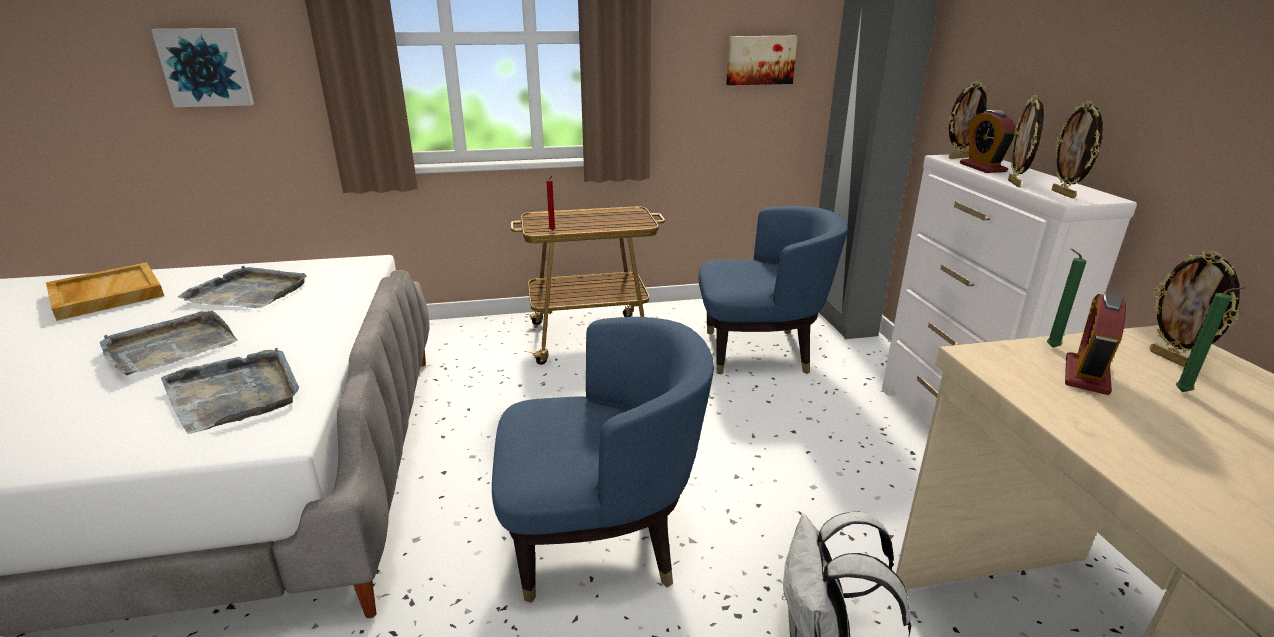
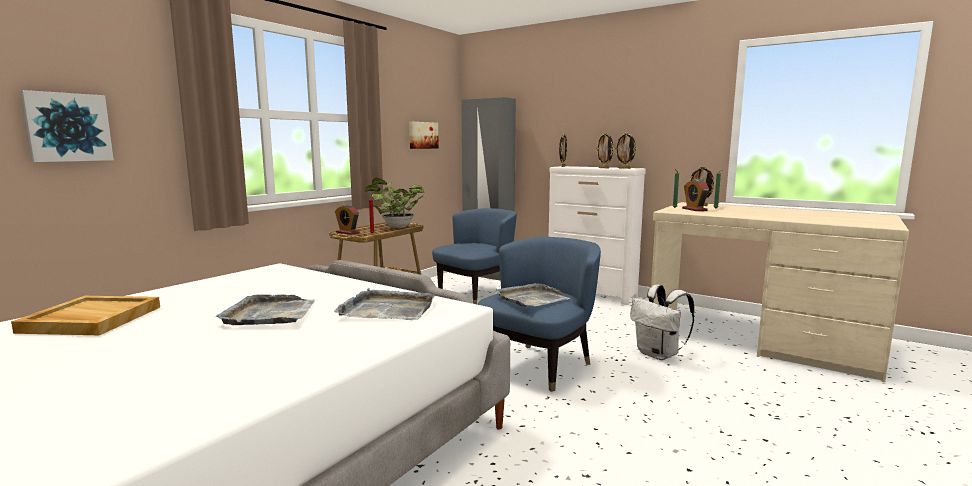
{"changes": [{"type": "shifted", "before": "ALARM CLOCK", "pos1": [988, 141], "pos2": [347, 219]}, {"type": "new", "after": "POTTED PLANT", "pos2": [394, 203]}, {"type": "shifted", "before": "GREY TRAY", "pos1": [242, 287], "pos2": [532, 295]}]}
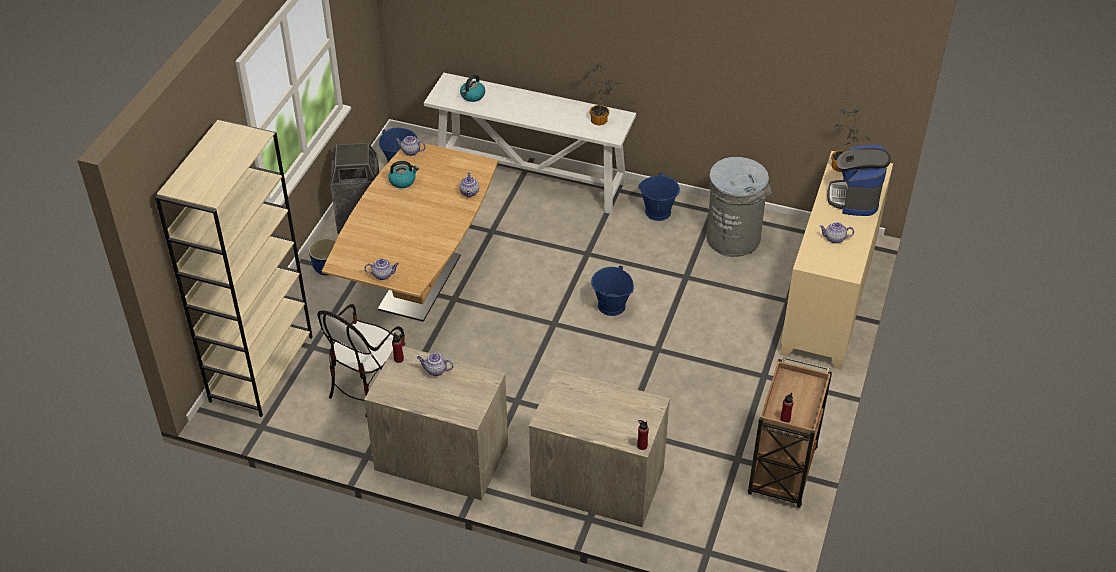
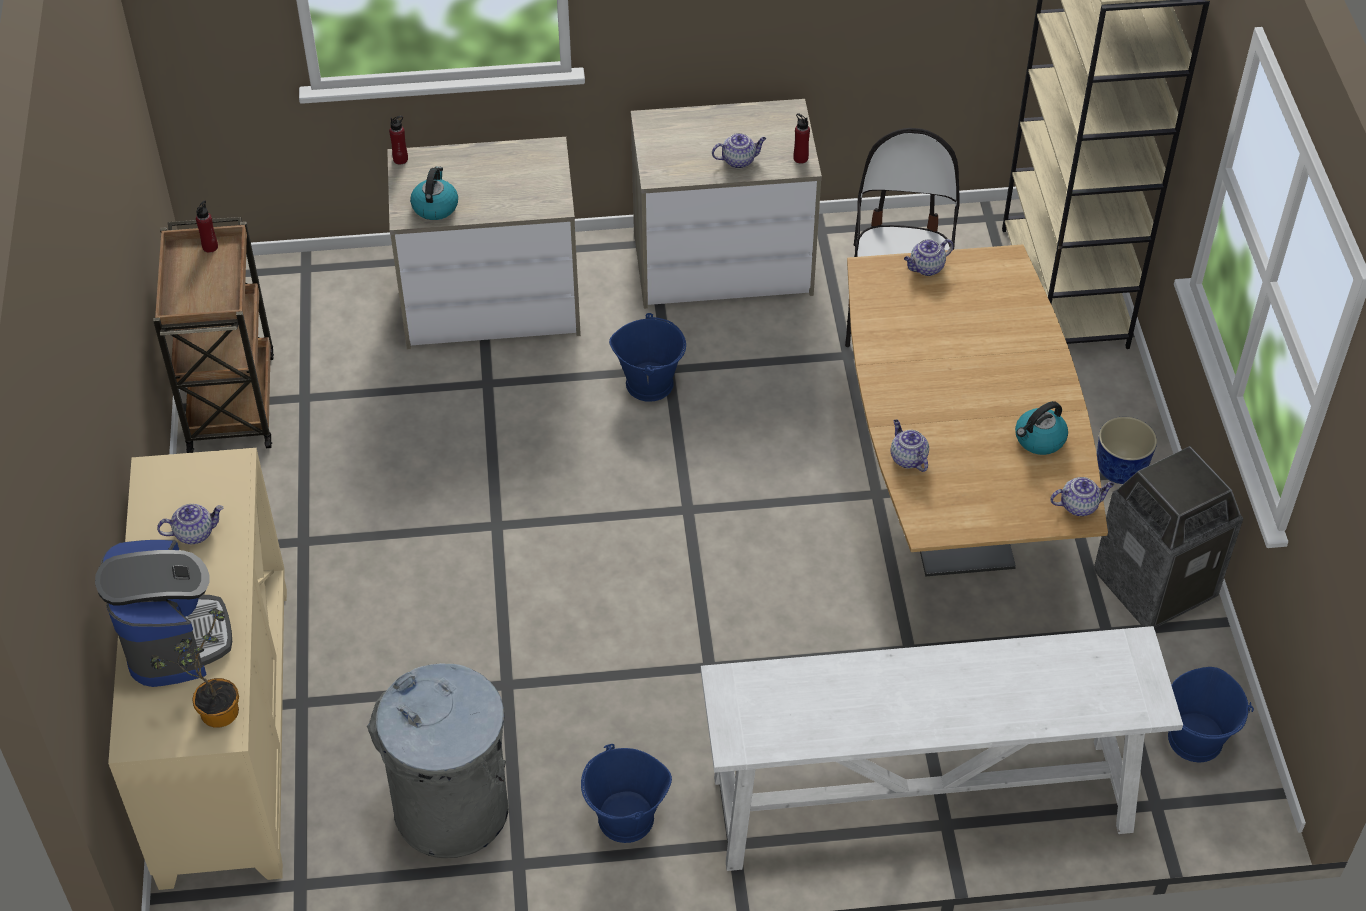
{"changes": [{"type": "shifted", "before": "KETTLE", "pos1": [472, 88], "pos2": [434, 193]}, {"type": "shifted", "before": "BLUE BUCKET", "pos1": [612, 291], "pos2": [647, 357]}, {"type": "gone", "before": "POTTED PLANT", "pos1": [605, 94]}]}
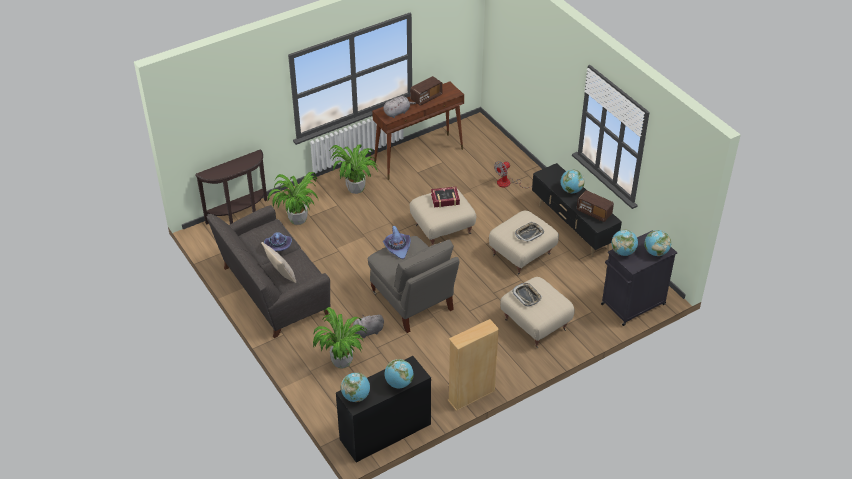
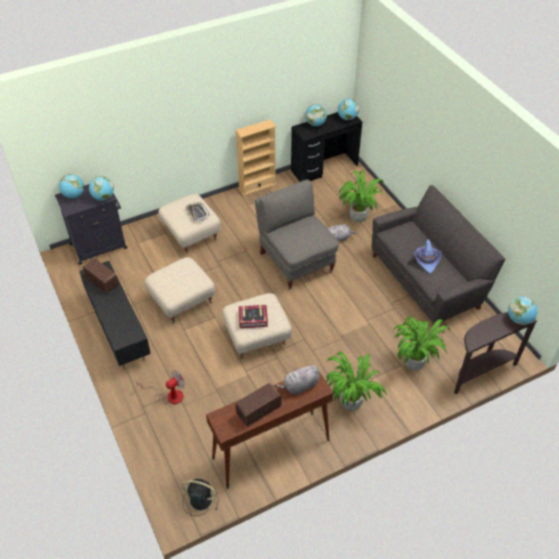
{"changes": [{"type": "new", "after": "BLACK FAN", "pos2": [200, 497]}, {"type": "shifted", "before": "GLOBE", "pos1": [573, 181], "pos2": [523, 311]}, {"type": "gone", "before": "BEIGE PILLOW", "pos1": [278, 262]}, {"type": "gone", "before": "PURPLE HAT", "pos1": [397, 242]}, {"type": "gone", "before": "TRAY", "pos1": [529, 232]}]}
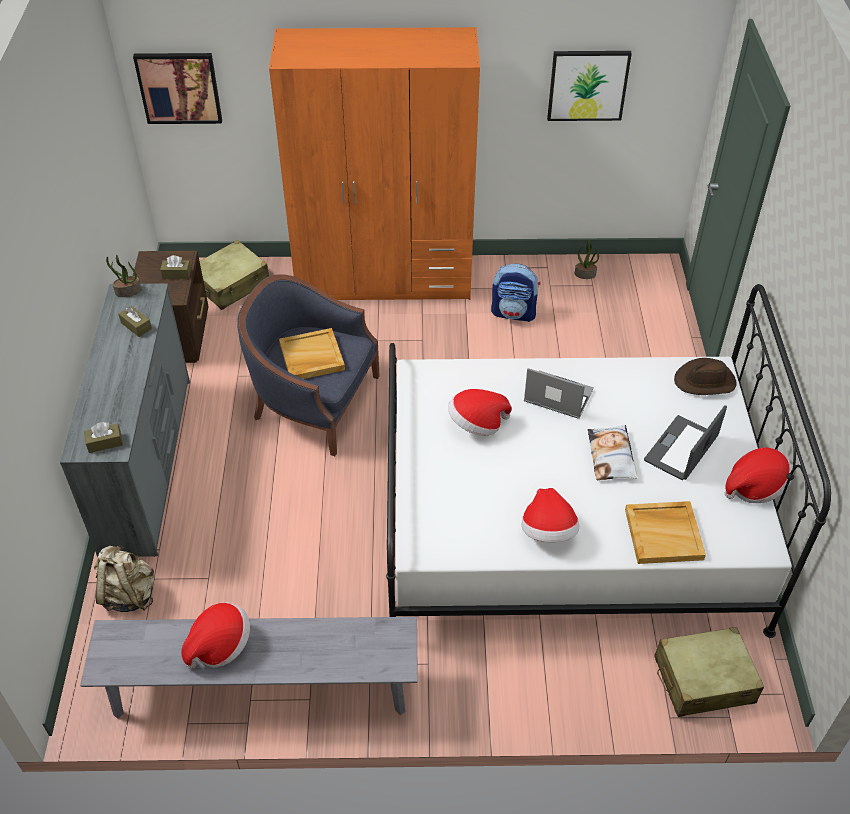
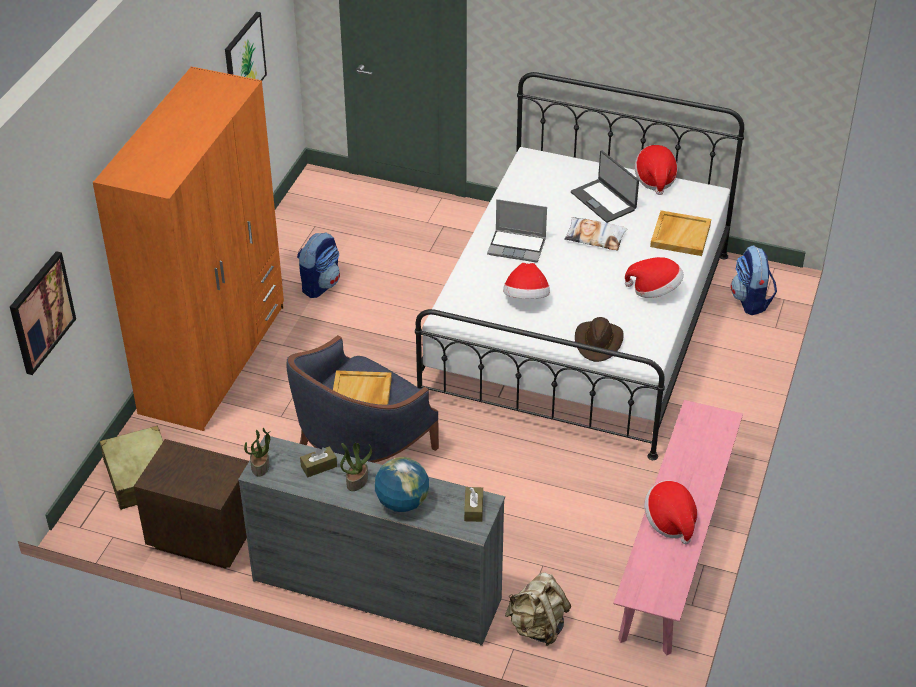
{"changes": [{"type": "shifted", "before": "POTTED PLANT", "pos1": [587, 259], "pos2": [356, 467]}, {"type": "new", "after": "GLOBE", "pos2": [402, 484]}, {"type": "rotated", "before": "LAPTOP", "pos1": [559, 393], "pos2": [517, 230], "turn": -120}, {"type": "shifted", "before": "BROWN HAT", "pos1": [705, 376], "pos2": [599, 339]}, {"type": "repainted", "before": "GREY BENCH", "after": "PINK BENCH", "pos1": [249, 668], "pos2": [678, 527]}, {"type": "swapped", "before": "BEIGE SUITCASE", "after": "BACKPACK", "pos1": [709, 672], "pos2": [754, 280]}, {"type": "gone", "before": "BROWN TISSUE BOX", "pos1": [175, 267]}]}
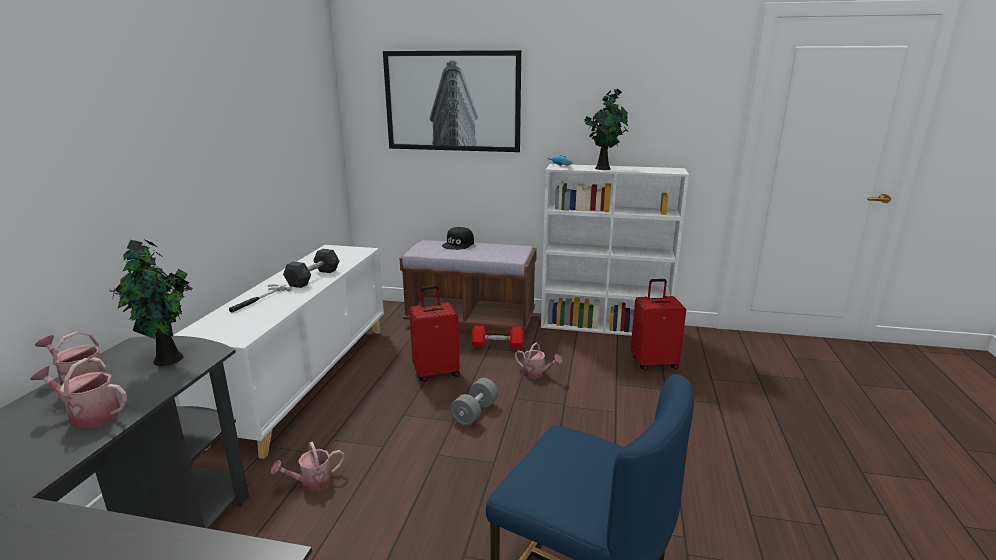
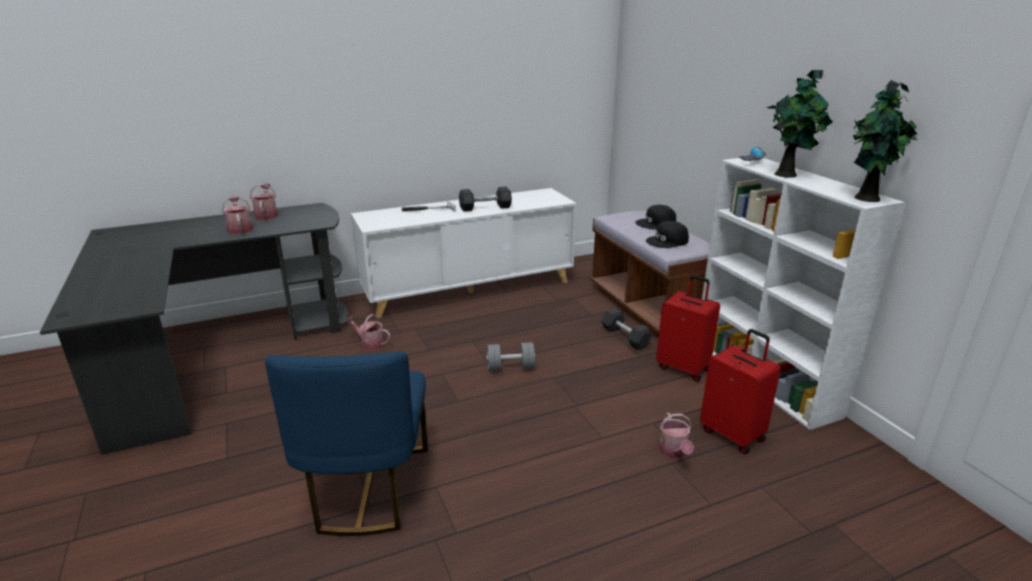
{"changes": [{"type": "repainted", "before": "RED DUMBBELL", "after": "GREY DUMBBELL", "pos1": [497, 337], "pos2": [626, 329]}, {"type": "new", "after": "BLACK CAP", "pos2": [667, 234]}, {"type": "shifted", "before": "RED SUITCASE", "pos1": [434, 334], "pos2": [688, 328]}, {"type": "shifted", "before": "WATERING CAN", "pos1": [538, 360], "pos2": [676, 435]}, {"type": "shifted", "before": "POTTED PLANT", "pos1": [151, 303], "pos2": [885, 141]}, {"type": "gone", "before": "PICTURE", "pos1": [452, 101]}]}
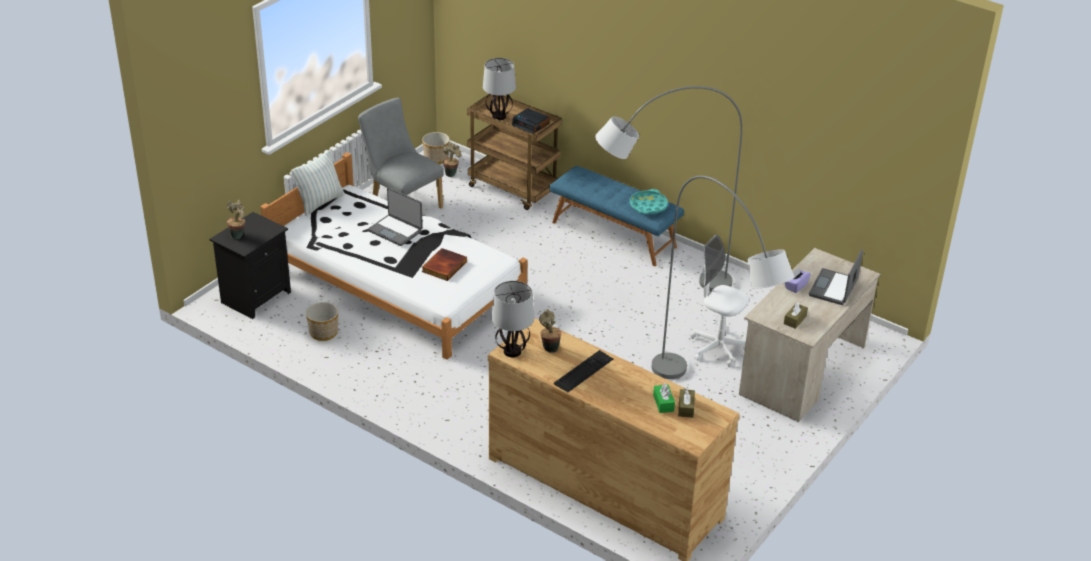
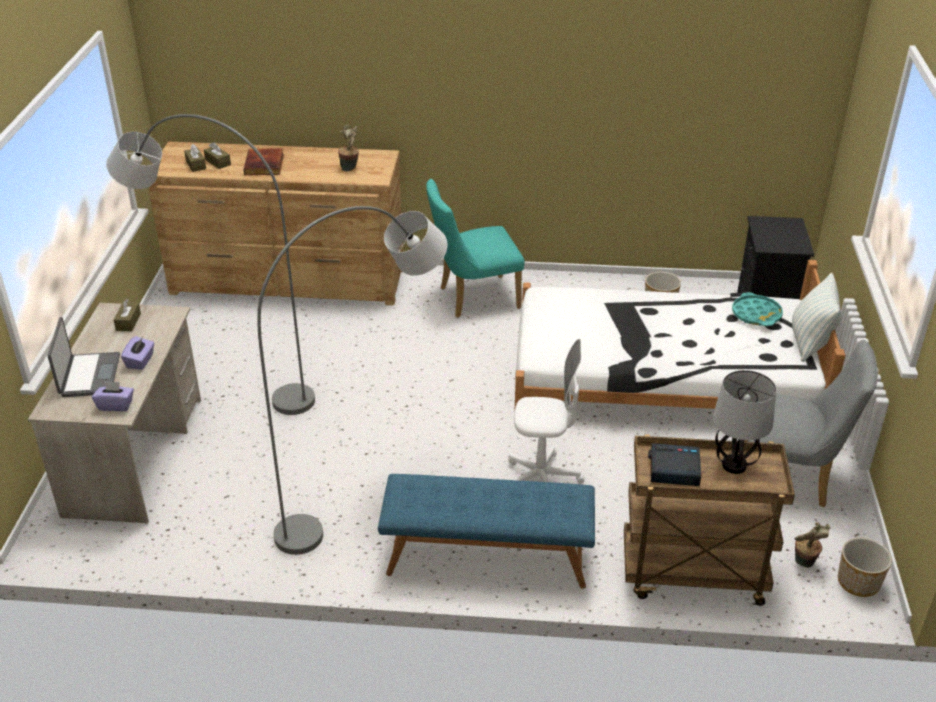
{"changes": [{"type": "new", "after": "PURPLE TISSUE BOX", "pos2": [113, 396]}, {"type": "repainted", "before": "GREEN TISSUE BOX", "after": "BROWN TISSUE BOX", "pos1": [664, 398], "pos2": [217, 155]}, {"type": "shifted", "before": "BOOK", "pos1": [444, 264], "pos2": [264, 161]}, {"type": "new", "after": "TURQUOISE CHAIR", "pos2": [475, 248]}, {"type": "shifted", "before": "WHITE OFFICE CHAIR", "pos1": [719, 301], "pos2": [546, 411]}, {"type": "shifted", "before": "TURQUOISE TRAY", "pos1": [649, 201], "pos2": [757, 309]}, {"type": "gone", "before": "POTTED PLANT", "pos1": [236, 219]}, {"type": "gone", "before": "LAPTOP", "pos1": [395, 217]}, {"type": "gone", "before": "TABLE LAMP", "pos1": [513, 319]}, {"type": "gone", "before": "KEYBOARD", "pos1": [583, 371]}]}
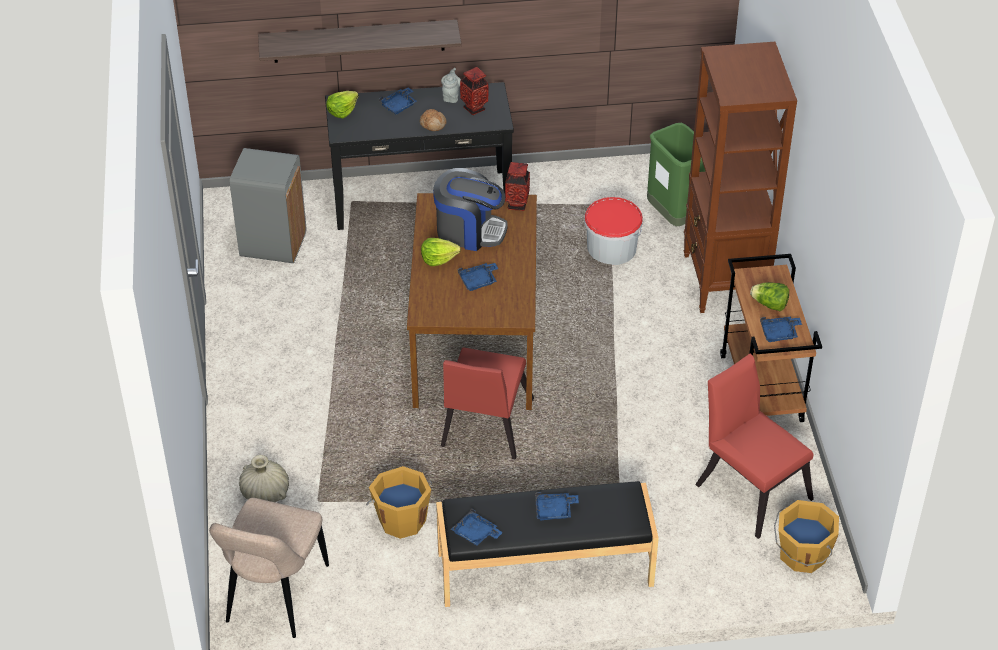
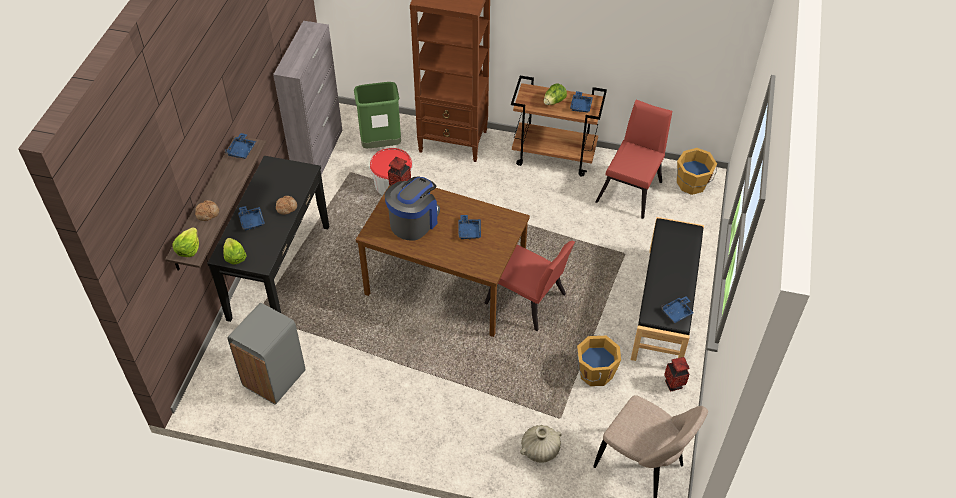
{"changes": [{"type": "shifted", "before": "LETTUCE", "pos1": [441, 252], "pos2": [185, 242]}, {"type": "new", "after": "BREAD", "pos2": [207, 210]}, {"type": "shifted", "before": "BLUE TRAY", "pos1": [557, 506], "pos2": [240, 146]}, {"type": "new", "after": "GREY CABINET", "pos2": [307, 98]}, {"type": "rotated", "before": "RED CHAIR", "pos1": [754, 446], "pos2": [634, 159], "turn": 135}, {"type": "shifted", "before": "VASE", "pos1": [474, 91], "pos2": [677, 374]}, {"type": "gone", "before": "GREY TEAPOT", "pos1": [451, 85]}]}
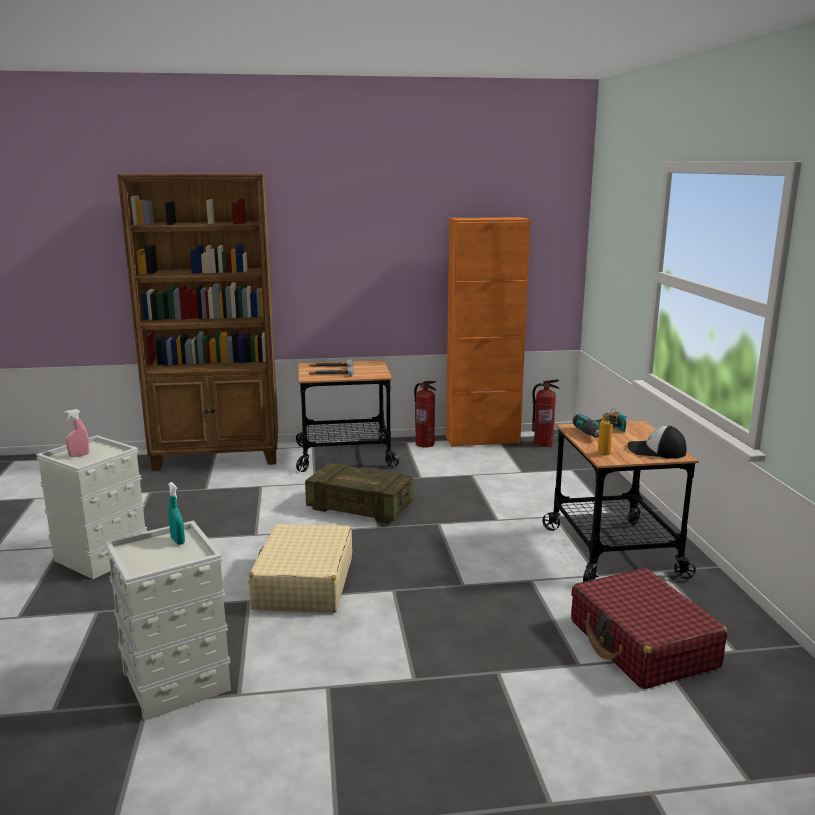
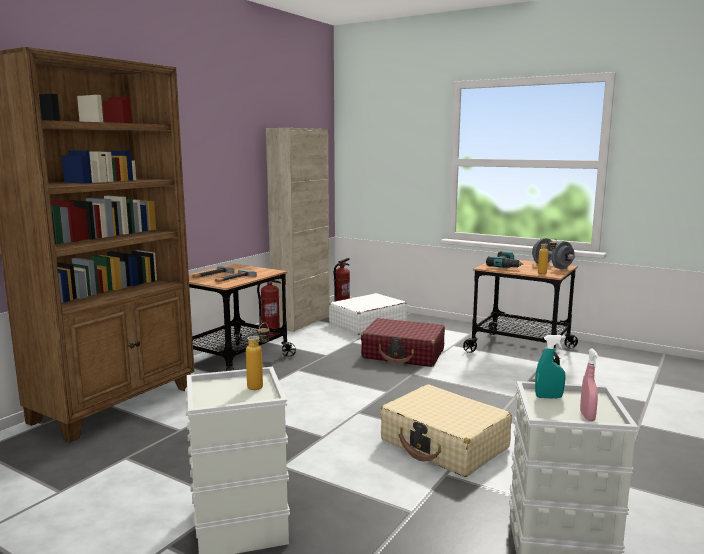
{"changes": [{"type": "new", "after": "BOTTLE", "pos2": [258, 356]}, {"type": "repainted", "before": "ORANGE CABINET", "after": "BEIGE CABINET", "pos1": [488, 332], "pos2": [298, 230]}, {"type": "new", "after": "WHITE SUITCASE", "pos2": [368, 314]}, {"type": "shifted", "before": "RED SUITCASE", "pos1": [649, 628], "pos2": [403, 342]}, {"type": "swapped", "before": "CAP", "after": "GREY DUMBBELL", "pos1": [656, 442], "pos2": [553, 253]}, {"type": "shifted", "before": "PINK SPRAY BOTTLE", "pos1": [76, 433], "pos2": [589, 385]}, {"type": "gone", "before": "CRATE", "pos1": [359, 493]}]}
